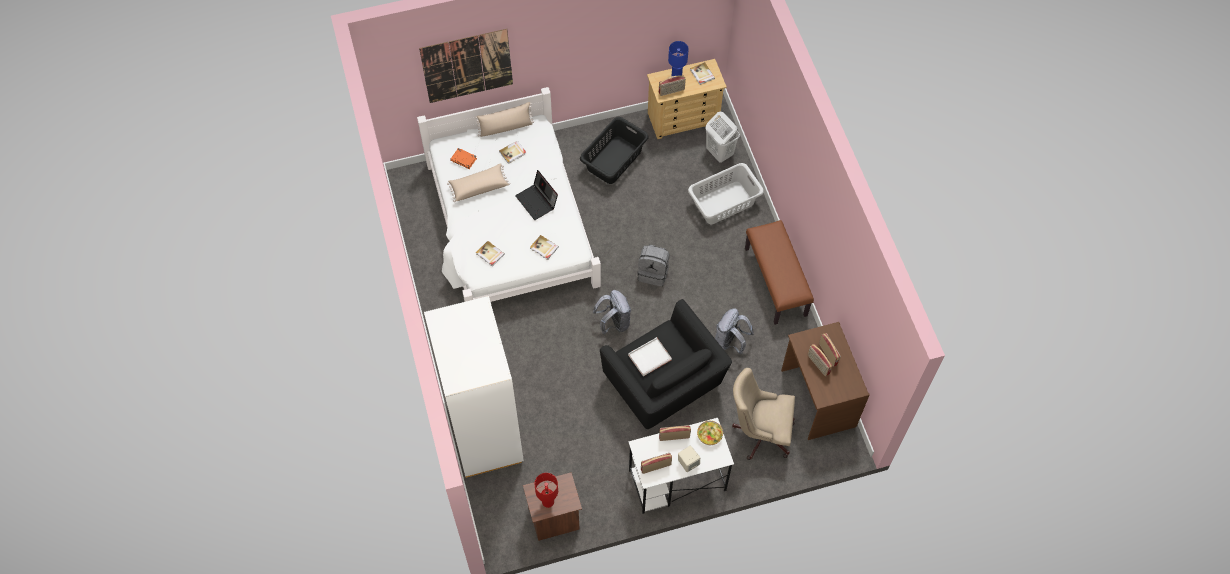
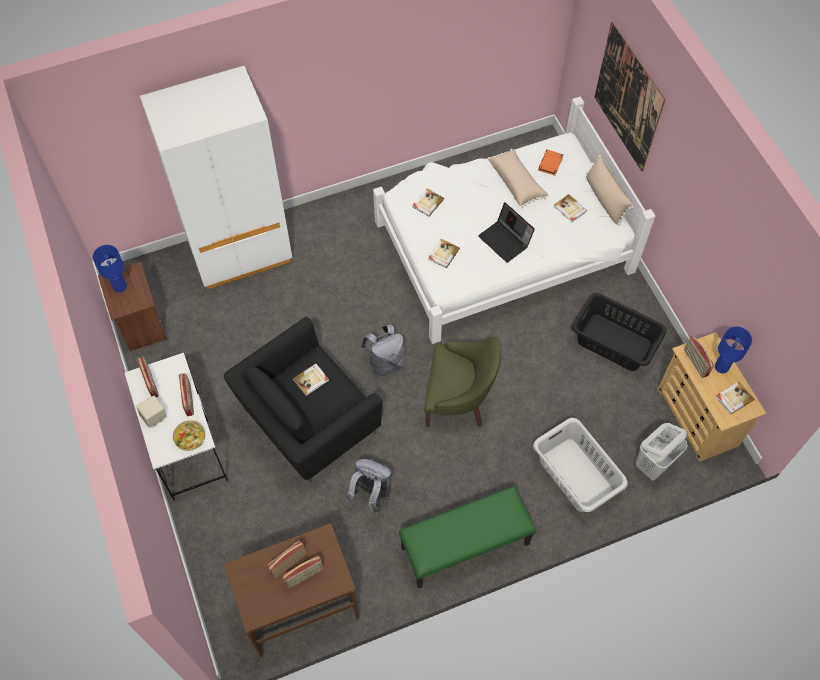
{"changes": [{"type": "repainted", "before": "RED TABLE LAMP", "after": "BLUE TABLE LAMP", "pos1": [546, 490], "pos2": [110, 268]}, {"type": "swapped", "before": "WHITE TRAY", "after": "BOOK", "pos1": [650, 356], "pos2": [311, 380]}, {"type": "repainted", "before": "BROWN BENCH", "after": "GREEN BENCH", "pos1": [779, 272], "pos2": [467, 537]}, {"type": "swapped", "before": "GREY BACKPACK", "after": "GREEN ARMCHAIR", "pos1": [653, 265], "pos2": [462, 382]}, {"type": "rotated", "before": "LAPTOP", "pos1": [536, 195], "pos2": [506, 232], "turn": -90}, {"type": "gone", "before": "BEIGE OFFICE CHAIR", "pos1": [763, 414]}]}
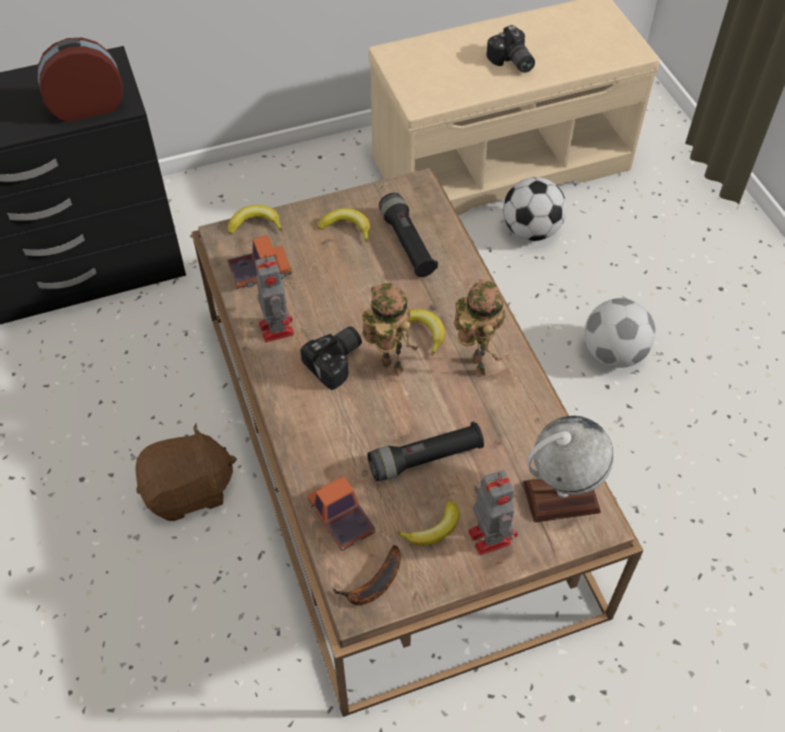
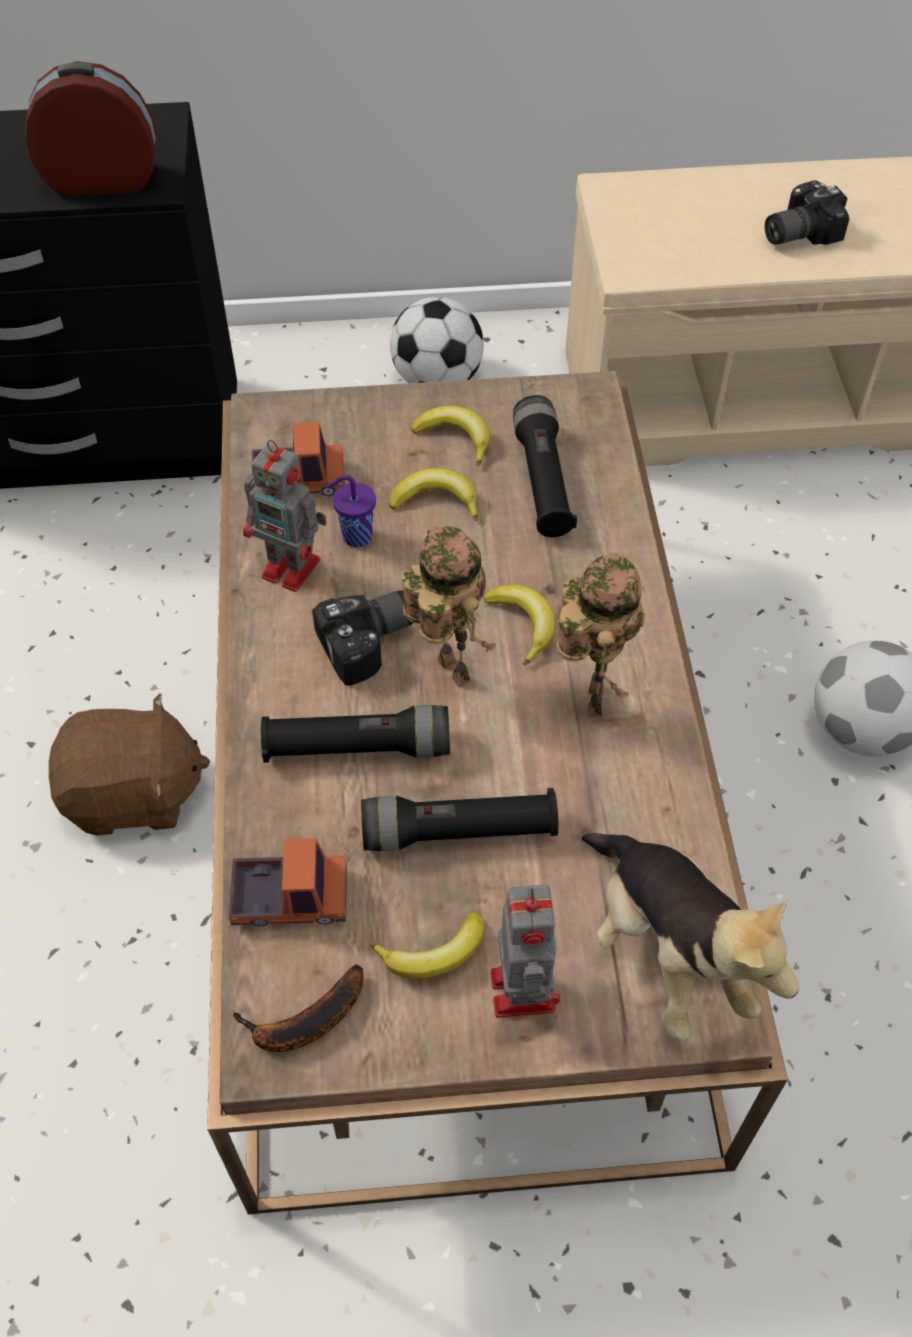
{"changes": [{"type": "rotated", "before": "TOY TRUCK", "pos1": [341, 513], "pos2": [288, 882], "turn": 105}, {"type": "rotated", "before": "TOY ROBOT", "pos1": [274, 298], "pos2": [285, 516], "turn": 120}, {"type": "new", "after": "BLACK FLASHLIGHT", "pos2": [355, 734]}, {"type": "new", "after": "PURPLE CUP", "pos2": [351, 511]}, {"type": "shifted", "before": "BANANA", "pos1": [255, 219], "pos2": [433, 494]}, {"type": "shifted", "before": "FOOTBALL", "pos1": [535, 209], "pos2": [437, 340]}, {"type": "swapped", "before": "GLOBE", "after": "PLUSH TOY", "pos1": [568, 469], "pos2": [691, 936]}, {"type": "rotated", "before": "PHOTO CAMERA", "pos1": [511, 49], "pos2": [807, 212], "turn": 75}]}
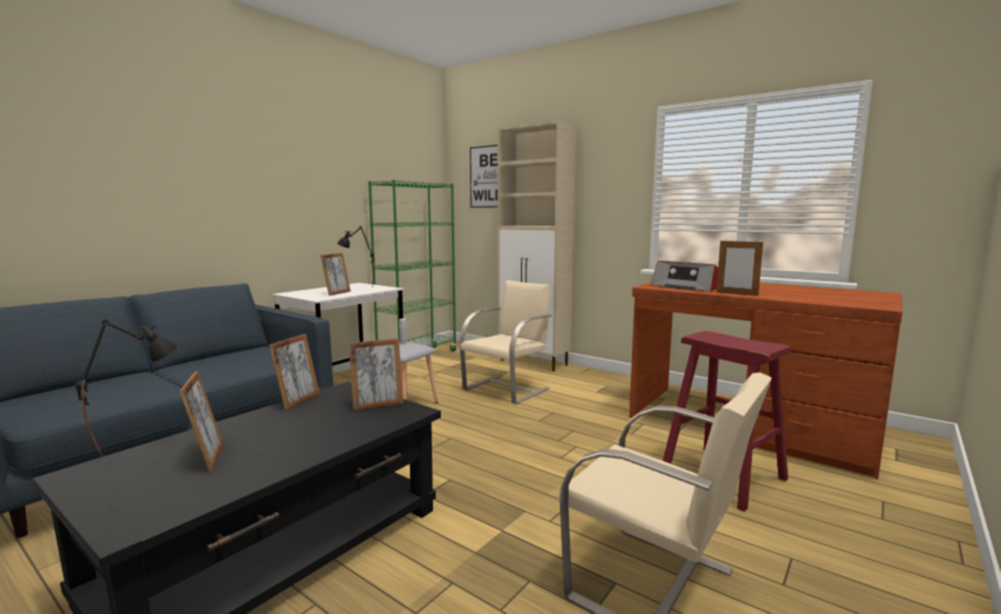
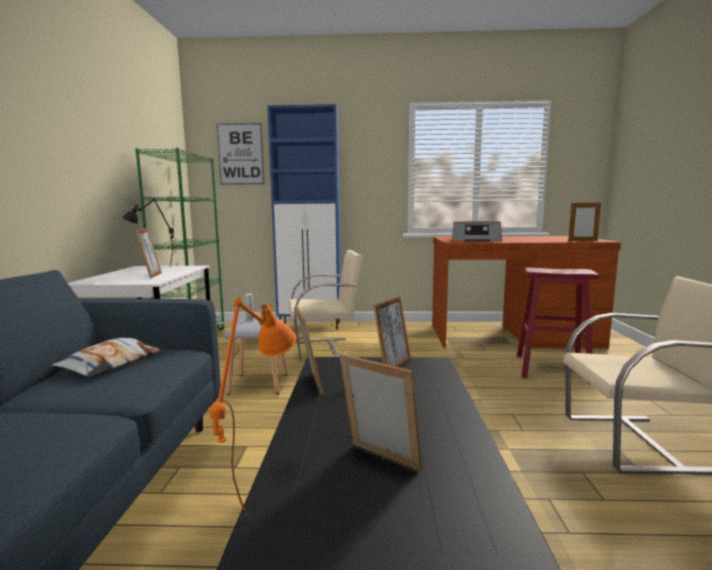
{"changes": [{"type": "new", "after": "PILLOW", "pos2": [106, 357]}, {"type": "repainted", "before": "BLACK TABLE LAMP", "after": "ORANGE TABLE LAMP", "pos1": [127, 388], "pos2": [253, 407]}, {"type": "repainted", "before": "BEIGE CABINET", "after": "BLUE CABINET", "pos1": [537, 246], "pos2": [304, 217]}, {"type": "rotated", "before": "BEIGE CHAIR", "pos1": [506, 342], "pos2": [325, 306], "turn": 75}, {"type": "shifted", "before": "PICTURE FRAME", "pos1": [739, 267], "pos2": [584, 221]}]}
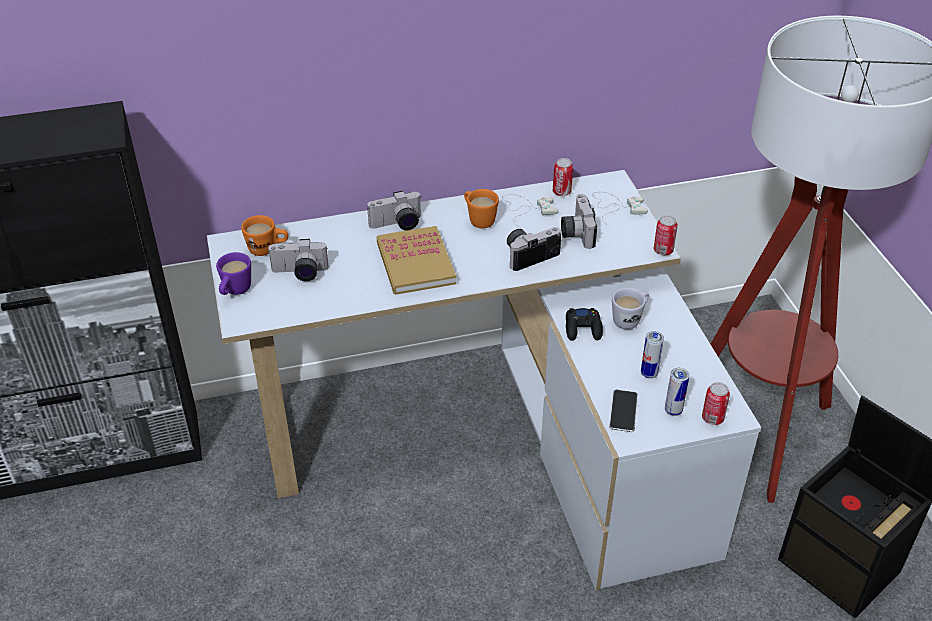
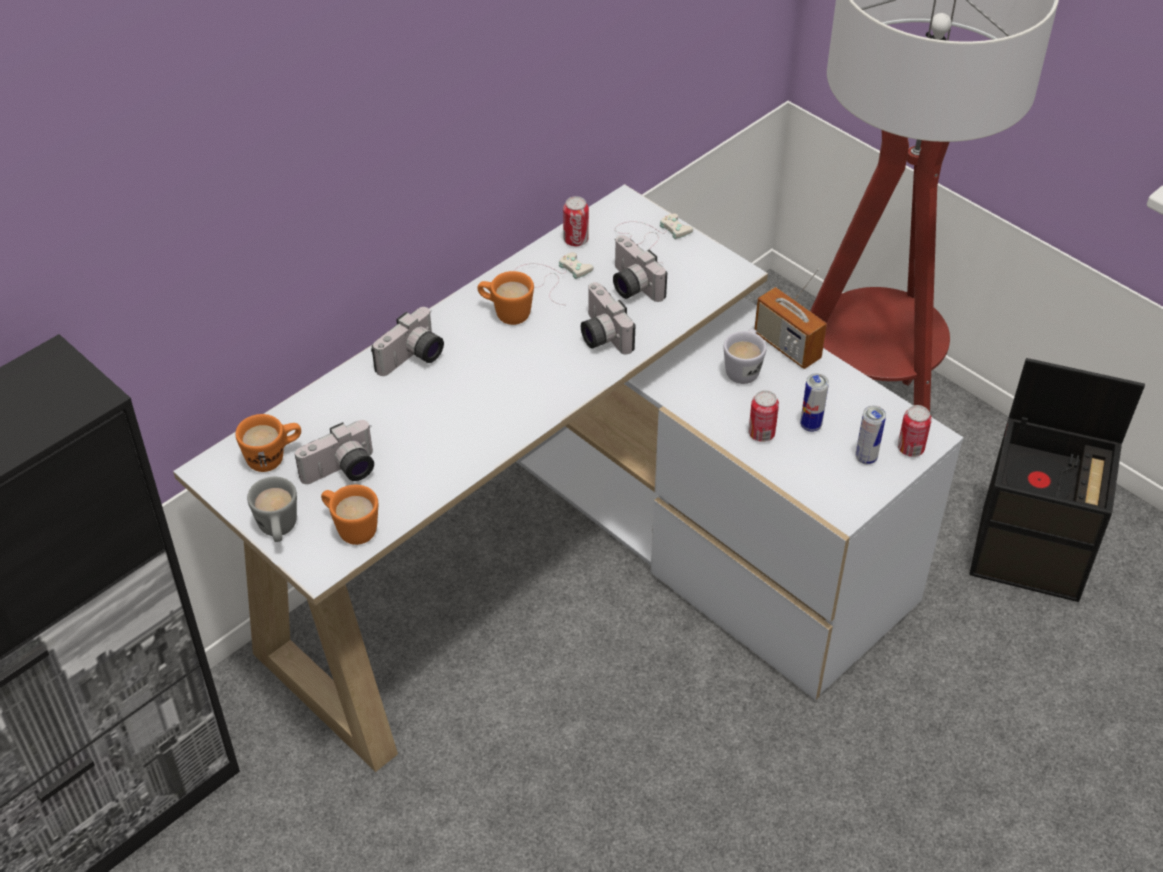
{"changes": [{"type": "repainted", "before": "PURPLE MUG", "after": "GREY MUG", "pos1": [233, 273], "pos2": [272, 509]}, {"type": "new", "after": "ORANGE MUG", "pos2": [349, 515]}, {"type": "rotated", "before": "PHOTO CAMERA", "pos1": [534, 249], "pos2": [608, 318], "turn": -60}, {"type": "shifted", "before": "CAN", "pos1": [666, 235], "pos2": [763, 416]}, {"type": "new", "after": "RADIO", "pos2": [790, 319]}, {"type": "gone", "before": "BOOK", "pos1": [416, 260]}, {"type": "gone", "before": "BLACK GAME CONTROLLER", "pos1": [584, 324]}, {"type": "gone", "before": "PHONE", "pos1": [623, 411]}]}
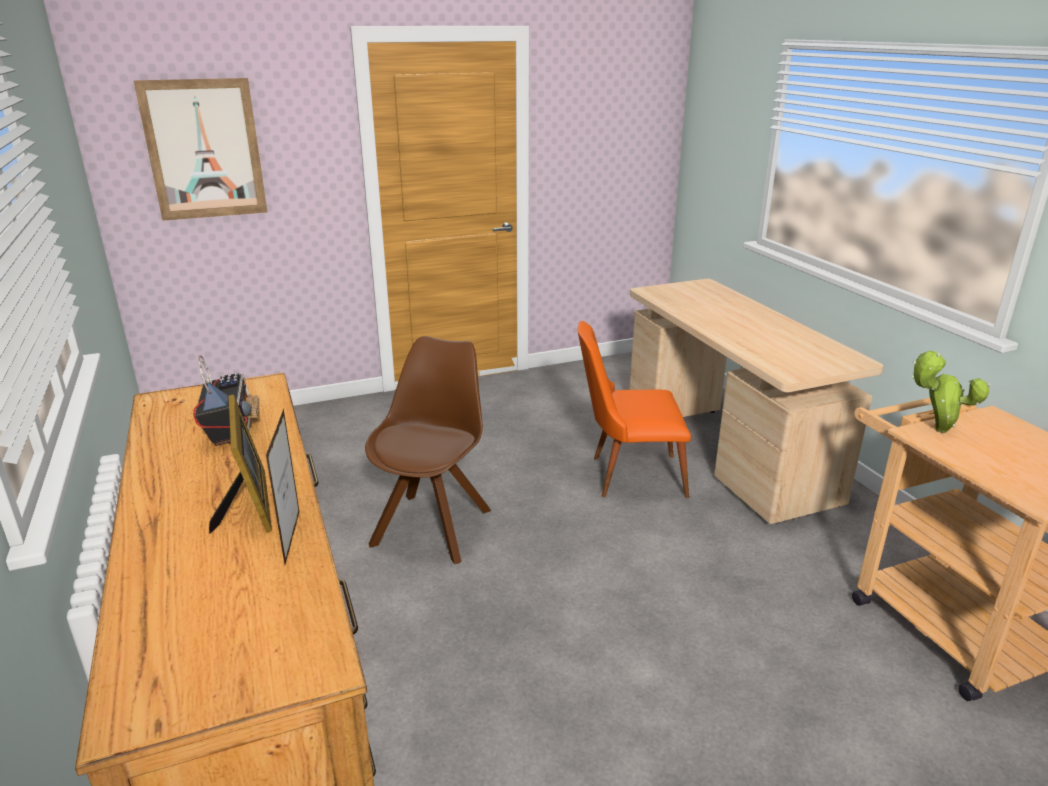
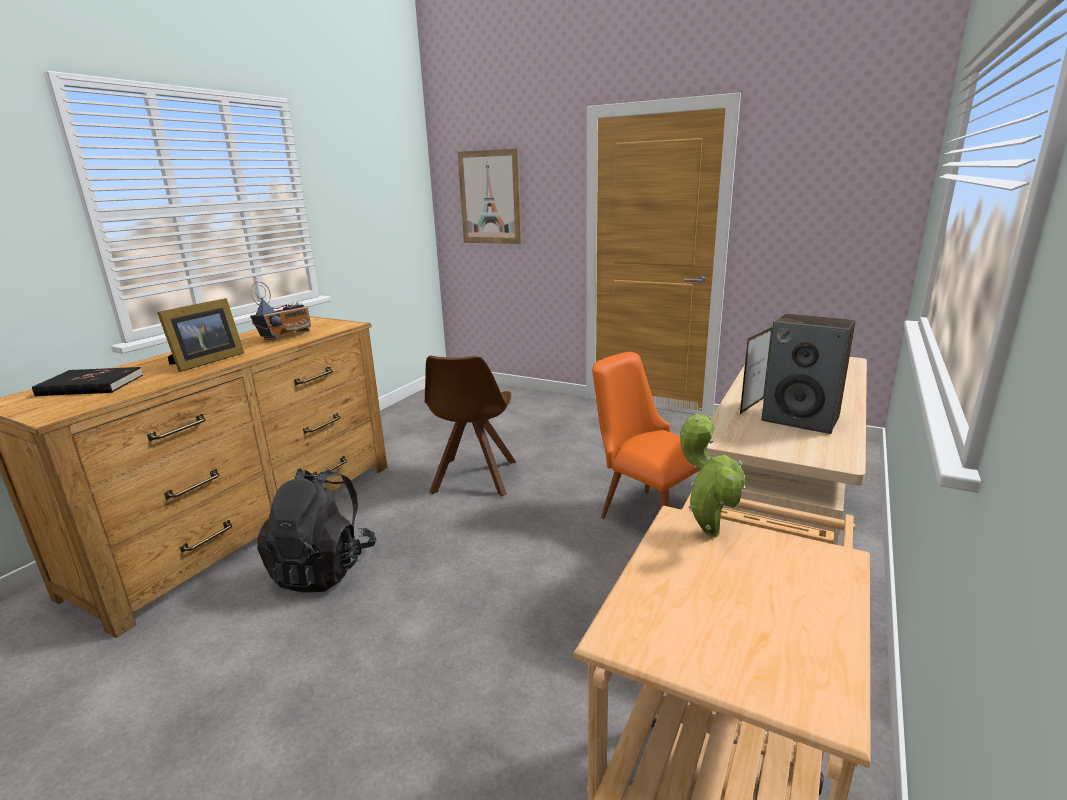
{"changes": [{"type": "new", "after": "BLACK BOOK", "pos2": [87, 381]}, {"type": "new", "after": "BLACK BACKPACK", "pos2": [316, 530]}, {"type": "rotated", "before": "BROWN CHAIR", "pos1": [428, 450], "pos2": [470, 426], "turn": 120}, {"type": "shifted", "before": "PICTURE FRAME", "pos1": [283, 486], "pos2": [756, 370]}, {"type": "new", "after": "SPEAKER", "pos2": [808, 374]}]}
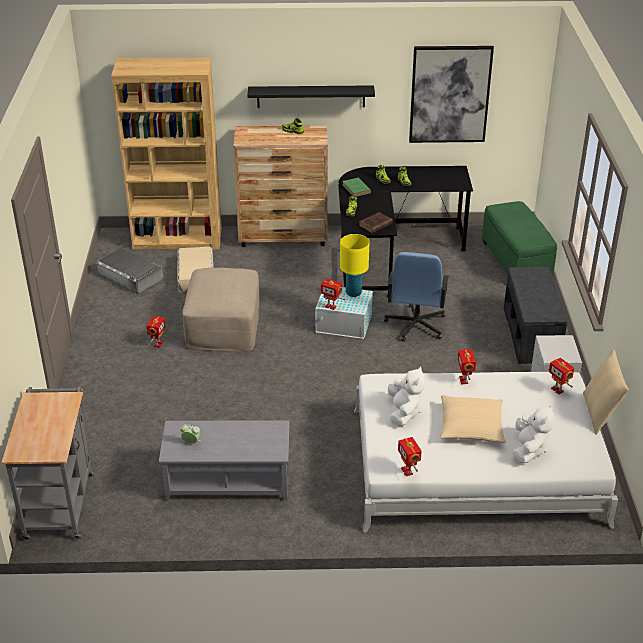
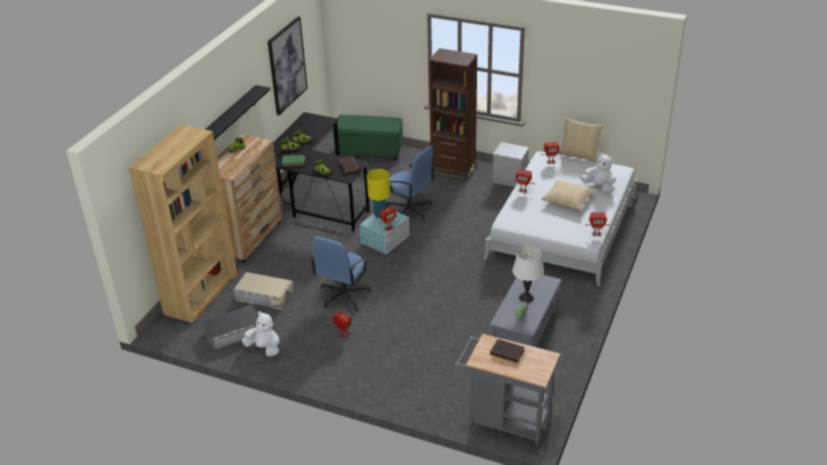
{"changes": [{"type": "shifted", "before": "WHITE PLUSH TOY", "pos1": [406, 396], "pos2": [260, 334]}, {"type": "swapped", "before": "BEIGE OTTOMAN", "after": "BLUE OFFICE CHAIR", "pos1": [221, 309], "pos2": [340, 273]}, {"type": "swapped", "before": "GREY BENCH", "after": "BROWN BOOKCASE", "pos1": [535, 315], "pos2": [453, 114]}, {"type": "new", "after": "BROWN BOOK", "pos2": [507, 351]}, {"type": "new", "after": "WHITE TABLE LAMP", "pos2": [528, 275]}]}
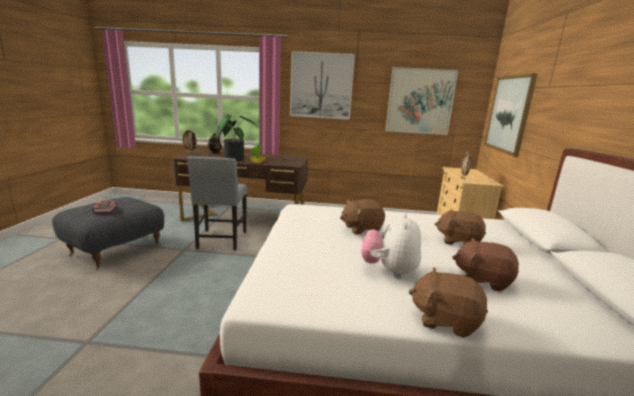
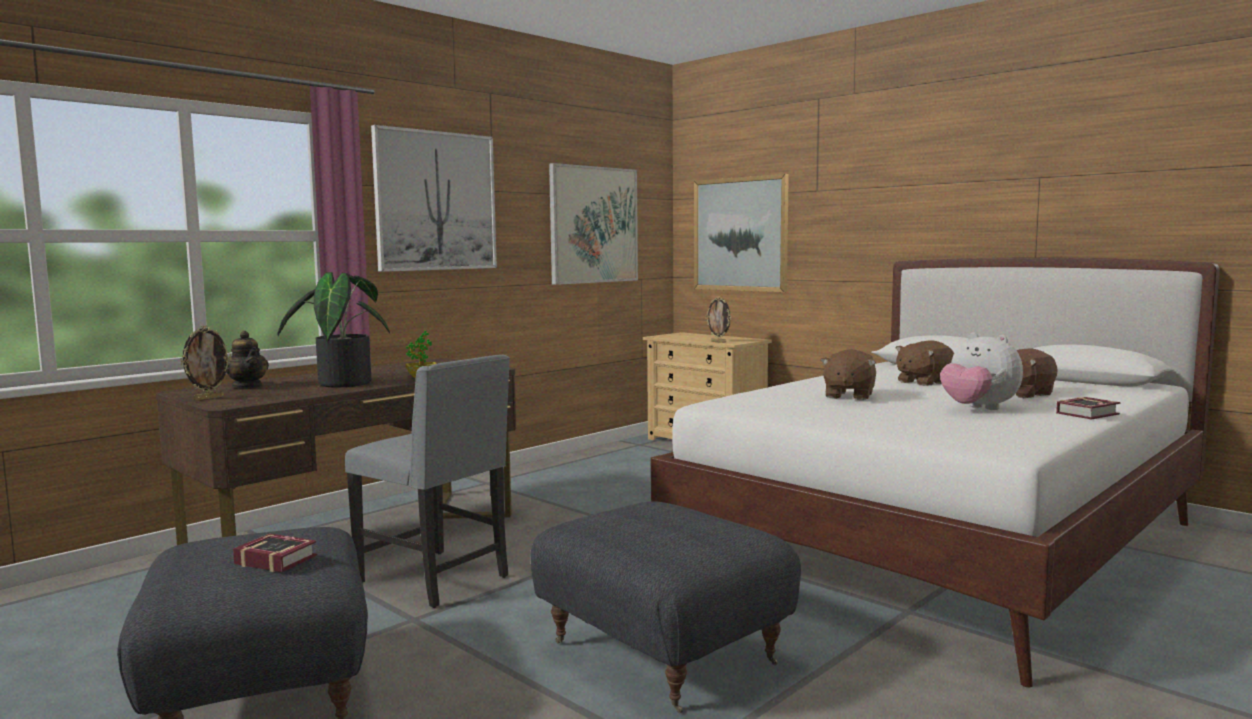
{"changes": [{"type": "new", "after": "GREY OTTOMAN", "pos2": [665, 607]}, {"type": "swapped", "before": "BROWN PLUSH TOY", "after": "BOOK", "pos1": [448, 302], "pos2": [1088, 408]}]}
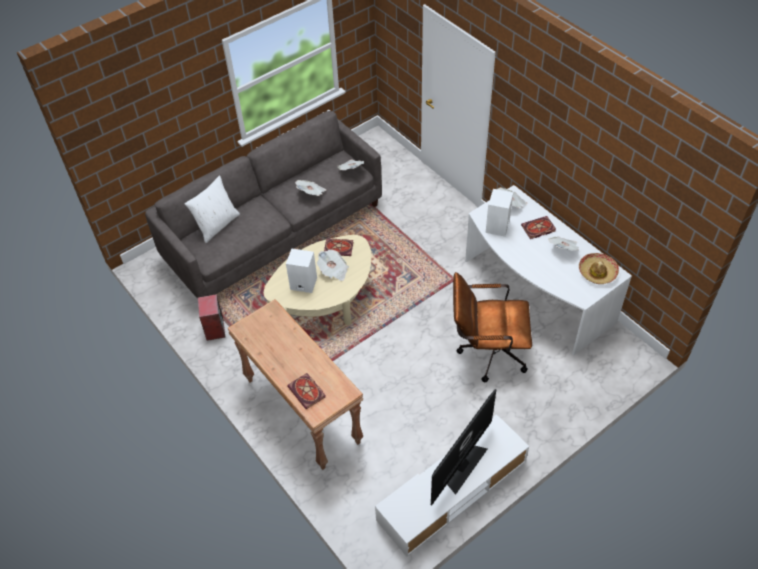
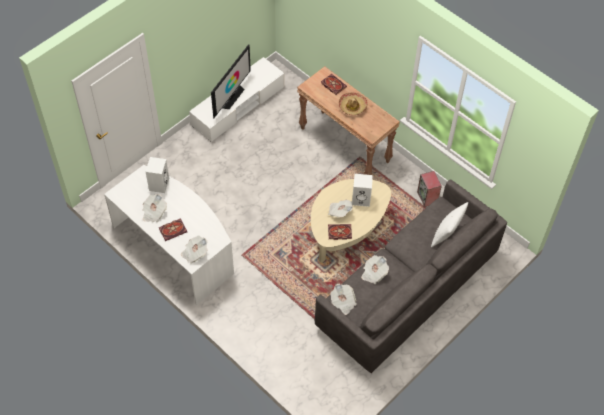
{"changes": [{"type": "shifted", "before": "WHITE SPEAKER", "pos1": [499, 213], "pos2": [157, 175]}, {"type": "shifted", "before": "HAT", "pos1": [599, 268], "pos2": [353, 103]}, {"type": "gone", "before": "BROWN OFFICE CHAIR", "pos1": [492, 327]}]}
